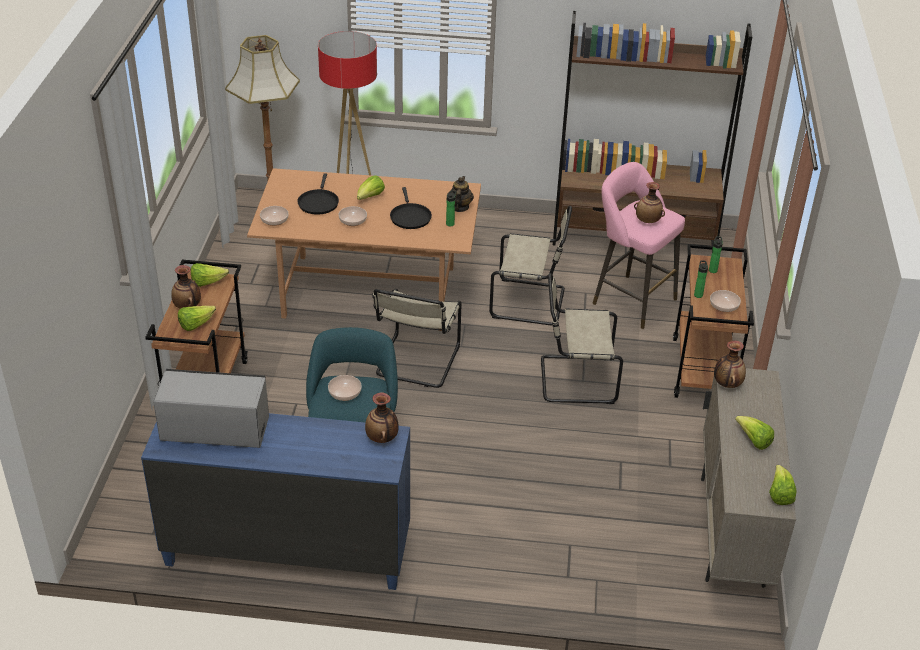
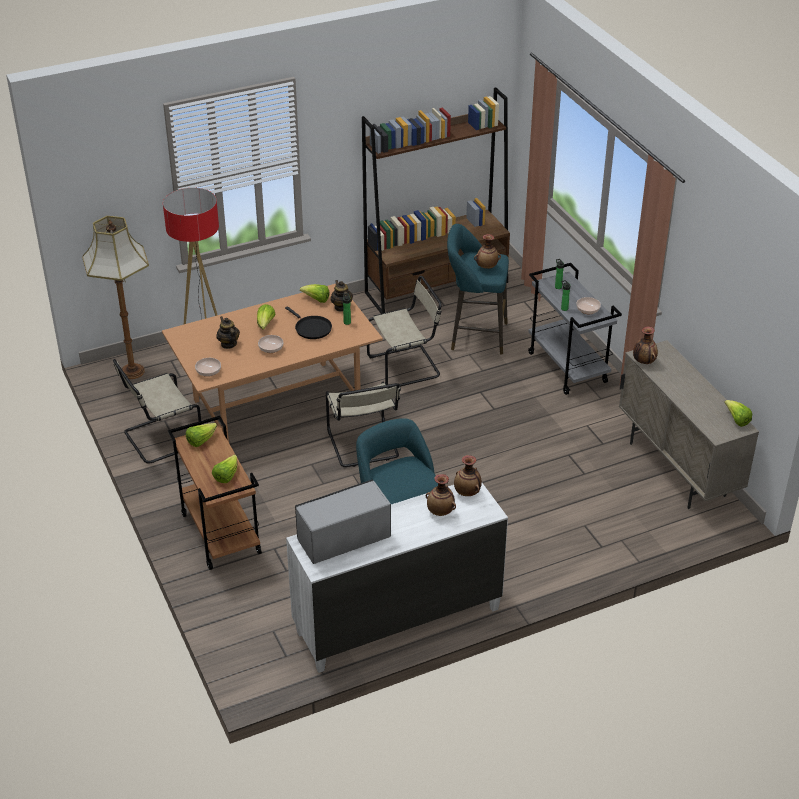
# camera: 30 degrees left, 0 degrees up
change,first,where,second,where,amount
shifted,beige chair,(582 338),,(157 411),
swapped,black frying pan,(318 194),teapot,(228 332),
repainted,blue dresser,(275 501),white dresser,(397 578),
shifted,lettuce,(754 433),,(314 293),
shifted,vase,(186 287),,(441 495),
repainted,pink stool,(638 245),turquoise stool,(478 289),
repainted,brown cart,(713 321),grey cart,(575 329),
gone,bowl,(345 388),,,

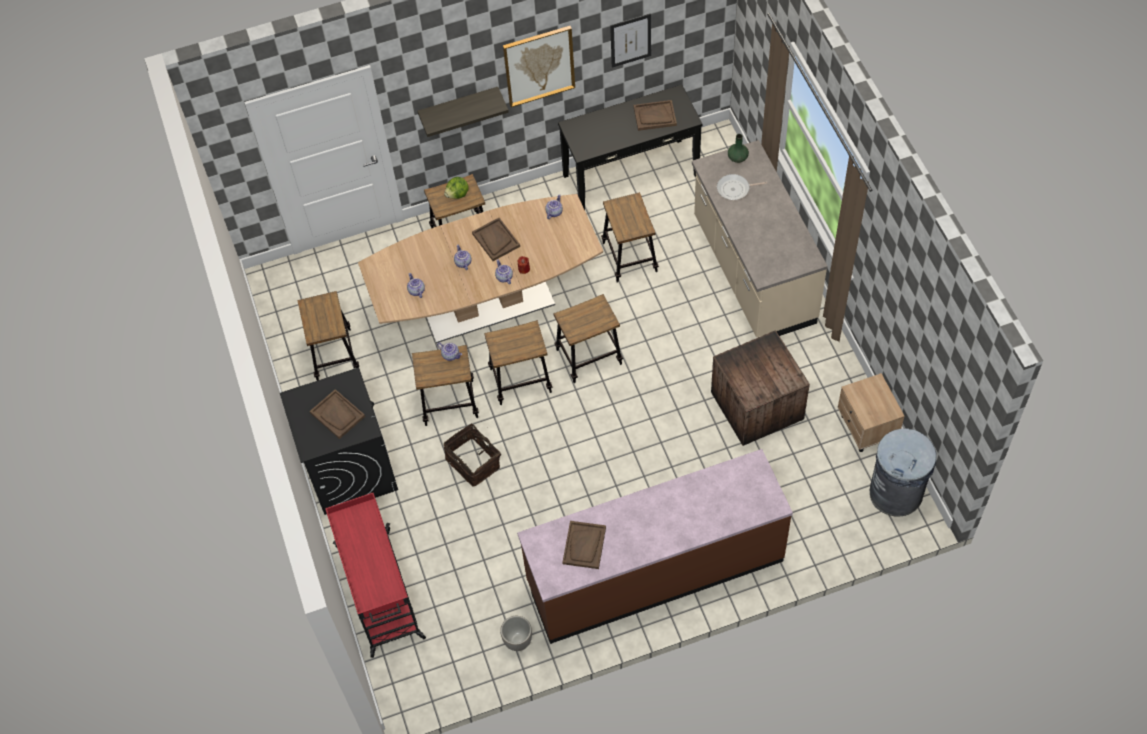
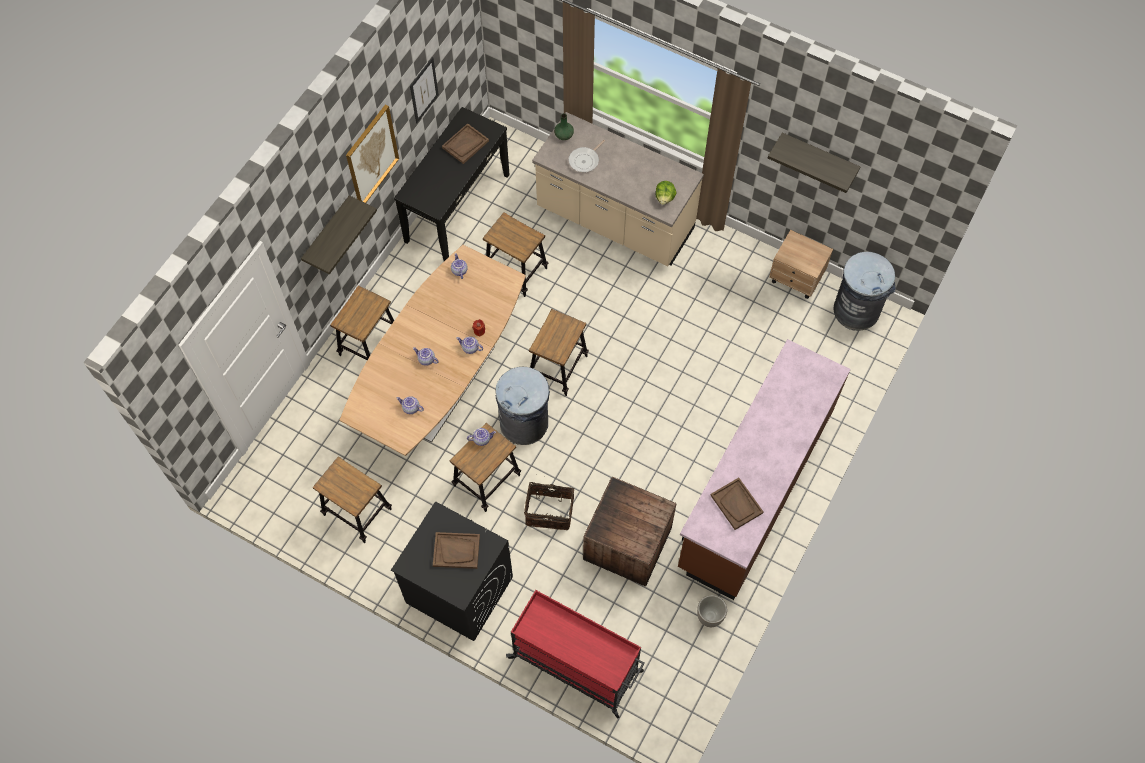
# camera: 45 degrees left, 5 degrees up
change,first,where,second,where,amount
swapped,stool,(518 362),grey trash can,(523 406),
shifted,crate,(760 388),,(629 531),
shifted,lettuce,(456 188),,(666 193),
new,,,shelf,(814 162),
gone,brown tray,(496 239),,,

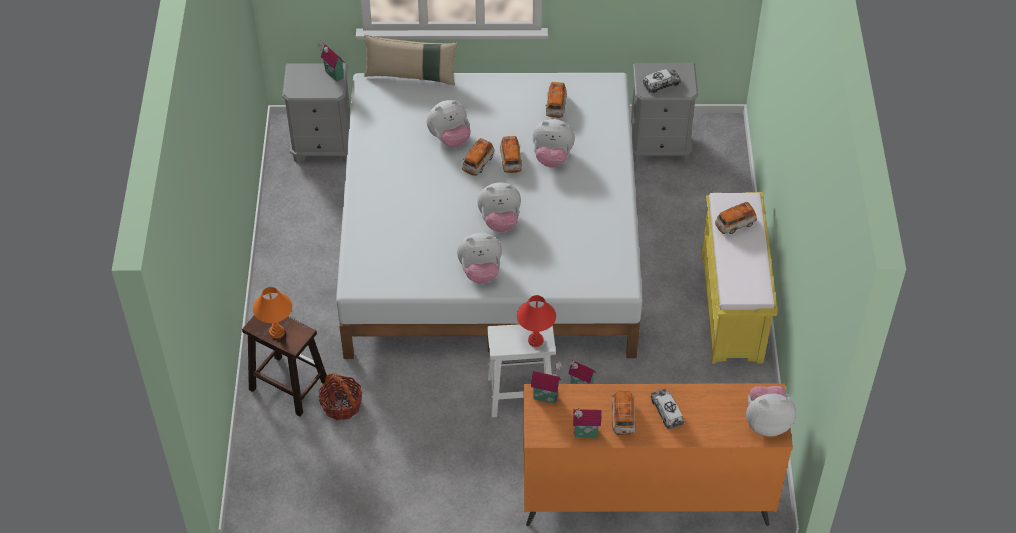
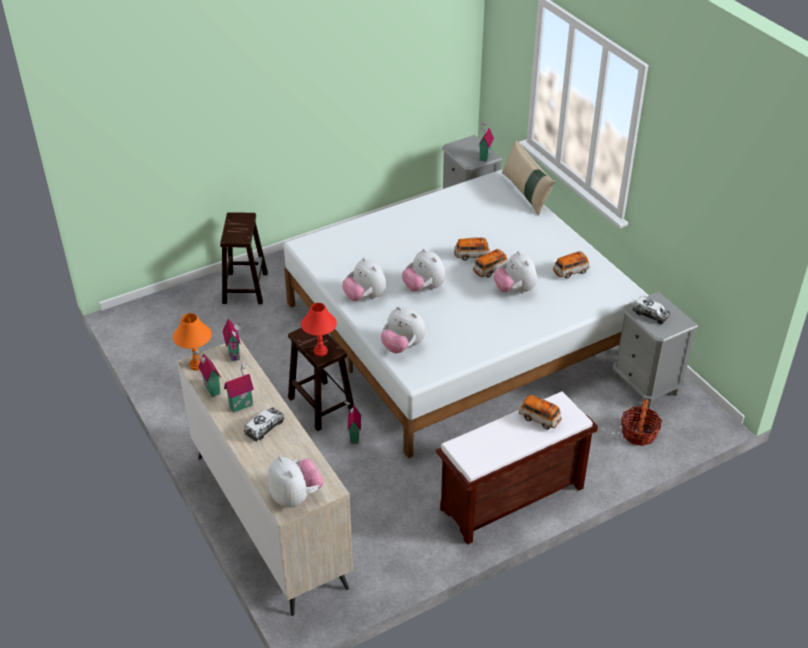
# camera: 60 degrees right, 10 degrees down
change,first,where,second,where,amount
shifted,orange table lamp,(272 313),,(192 342),
repainted,orange dresser,(658 454),beige dresser,(265 477),
swapped,toy car,(623 413),toy house,(239 387),
repainted,white stool,(521 370),brown stool,(321 379),
shifted,plush toy,(449 123),,(403 329),
repainted,yellow bench,(739 278),brown bench,(517 468),
shifted,basket,(340 396),,(641 422),

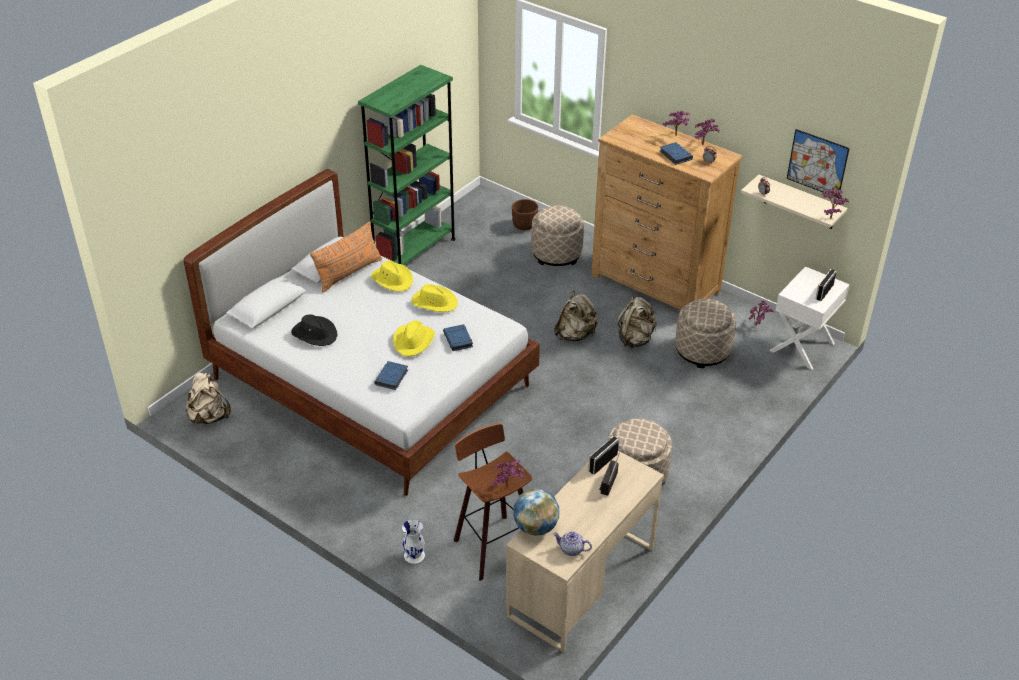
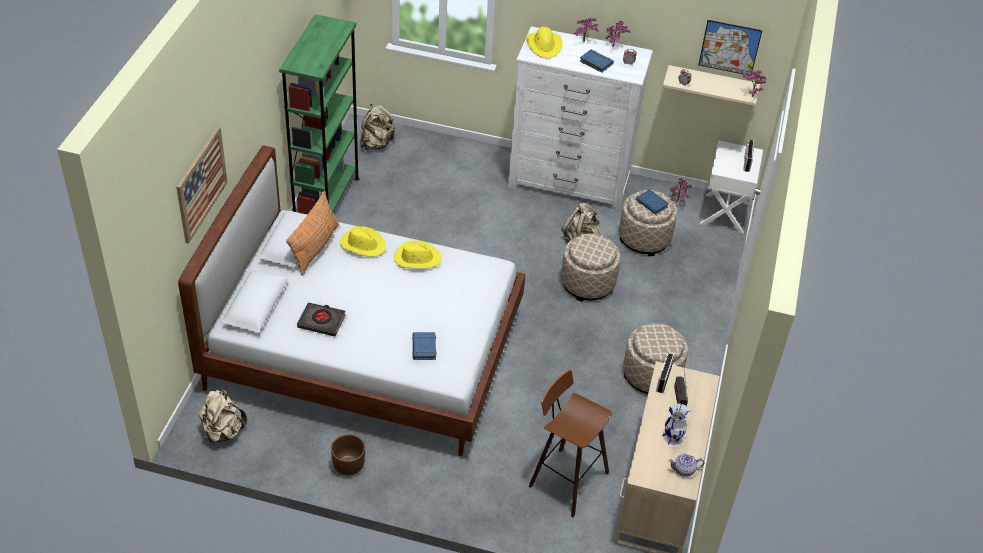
# camera: 25 degrees left, 5 degrees up
change,first,where,second,where,amount
new,,,picture,(202 185),
swapped,black hat,(314 330),black book,(321 319),
shifted,brown planter,(525 214),,(348 455),
shifted,beige backpack,(576 316),,(377 127),
repainted,brown dresser,(666 212),white dresser,(580 118),
shifted,yellow hat,(414 338),,(544 42),
shifted,beige ottoman,(557 235),,(591 267),
shifted,blue book,(458 337),,(652 202),
shifted,white vase,(413 542),,(676 425),
gone,potted plant,(508 474),,,
gone,globe,(536 512),,,

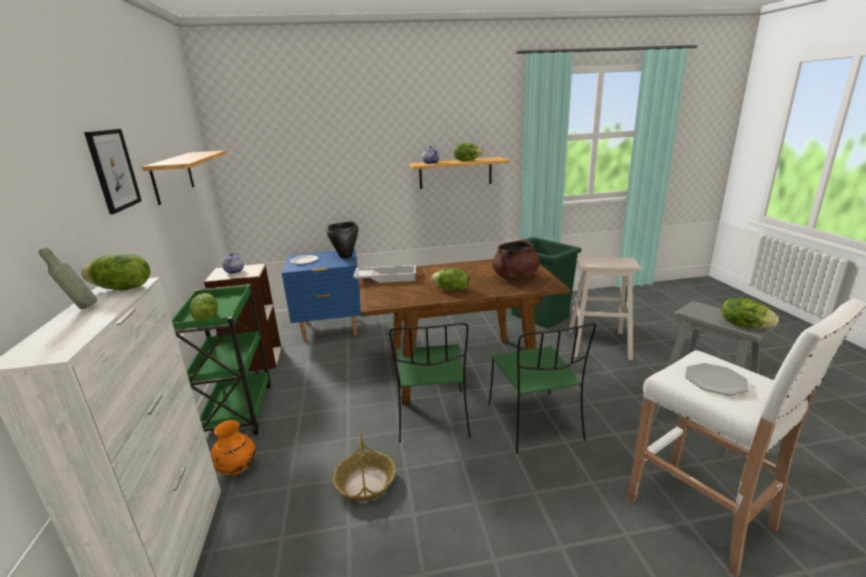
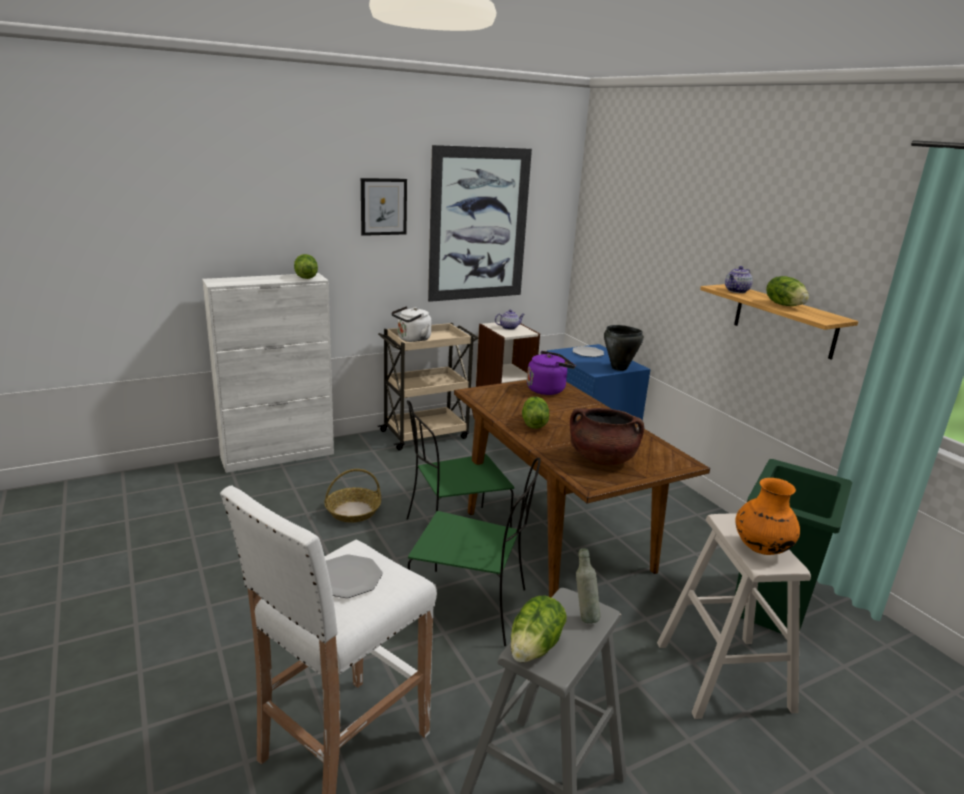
# camera: 70 degrees right, 0 degrees up
change,first,where,second,where,amount
repainted,green cart,(221 359),beige cart,(428 386),
swapped,lettuce,(204 306),white kettle,(411 324),
rotated,green chair,(542 388),,(474 552),135 degrees counterclockwise
swapped,shelf,(184 178),picture,(480 223),
swapped,white tray,(384 274),purple kettle,(551 373),
shifted,grey bottle,(68 278),,(588 585),
shifted,orange vase,(233 447),,(768 516),

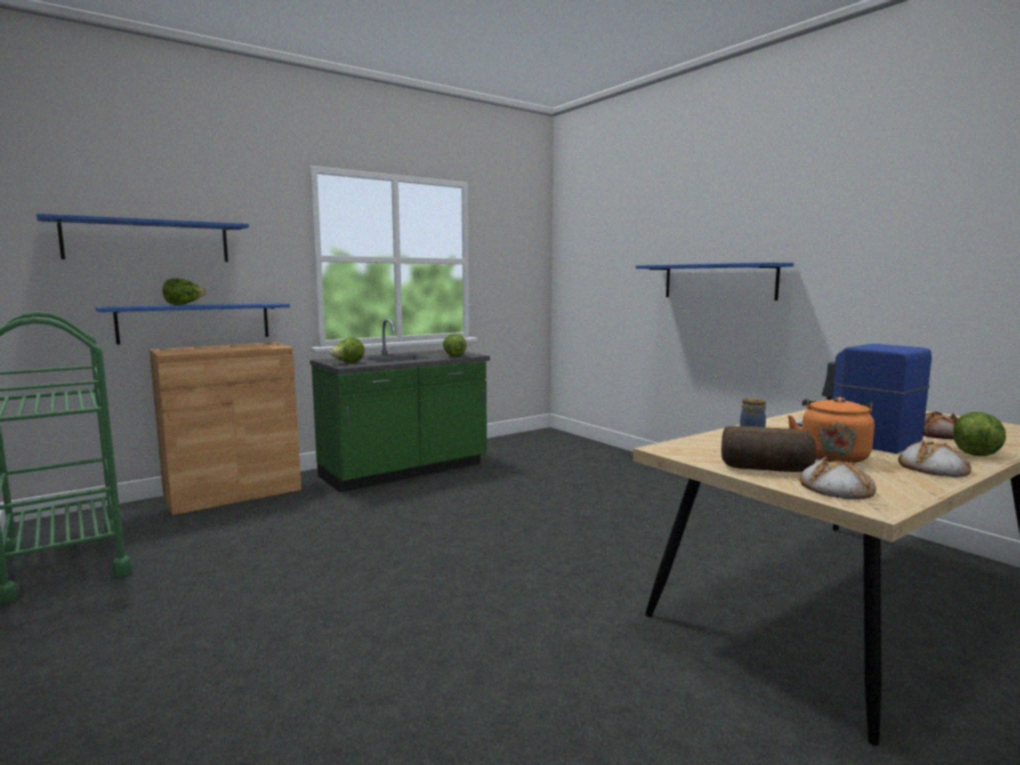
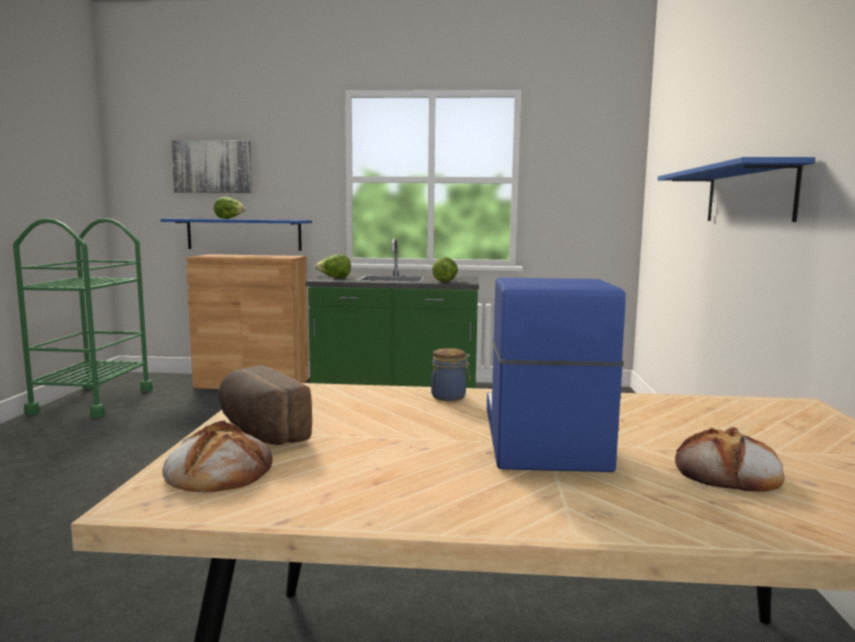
# camera: 40 degrees right, 0 degrees up
change,first,where,second,where,amount
swapped,blue shelf,(142 237),picture,(211 166),
gone,orange kettle,(830 430),,,
gone,bread,(934 458),,,
gone,lettuce,(979 434),,,

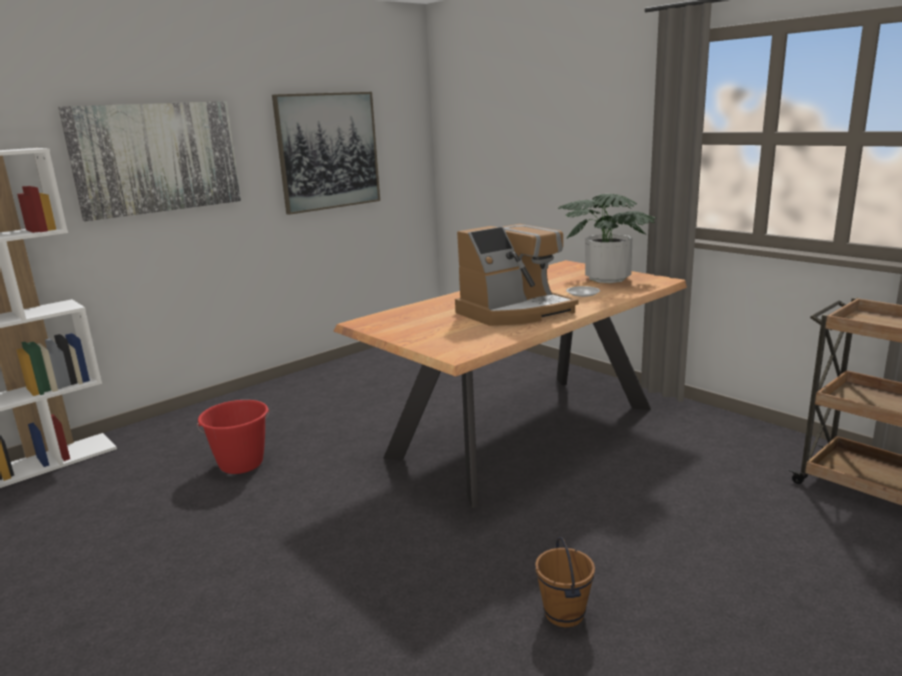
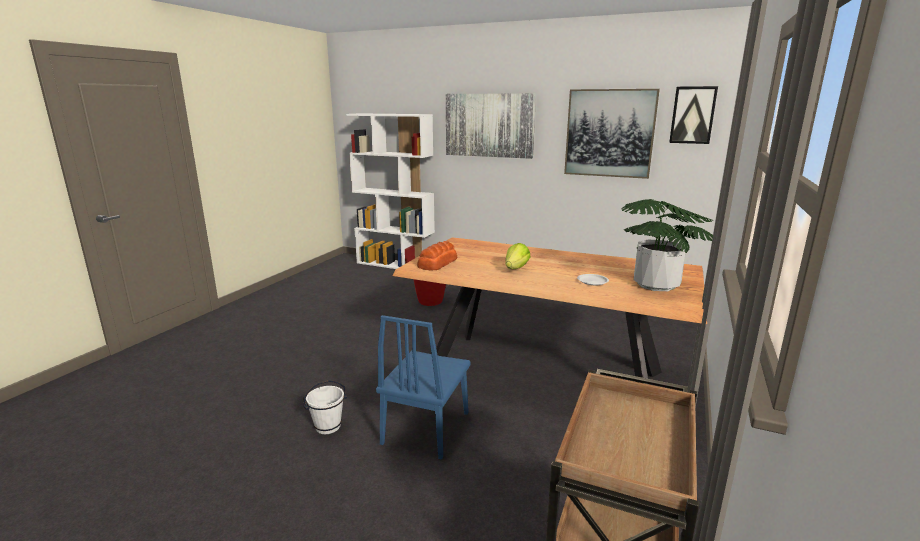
# camera: 65 degrees right, 0 degrees up
change,first,where,second,where,amount
repainted,brown bucket,(565 582),white bucket,(325 407),
new,,,blue chair,(423 387),
new,,,bread,(437 256),
swapped,coffee machine,(517 275),lettuce,(518 256),
new,,,picture,(693 115),

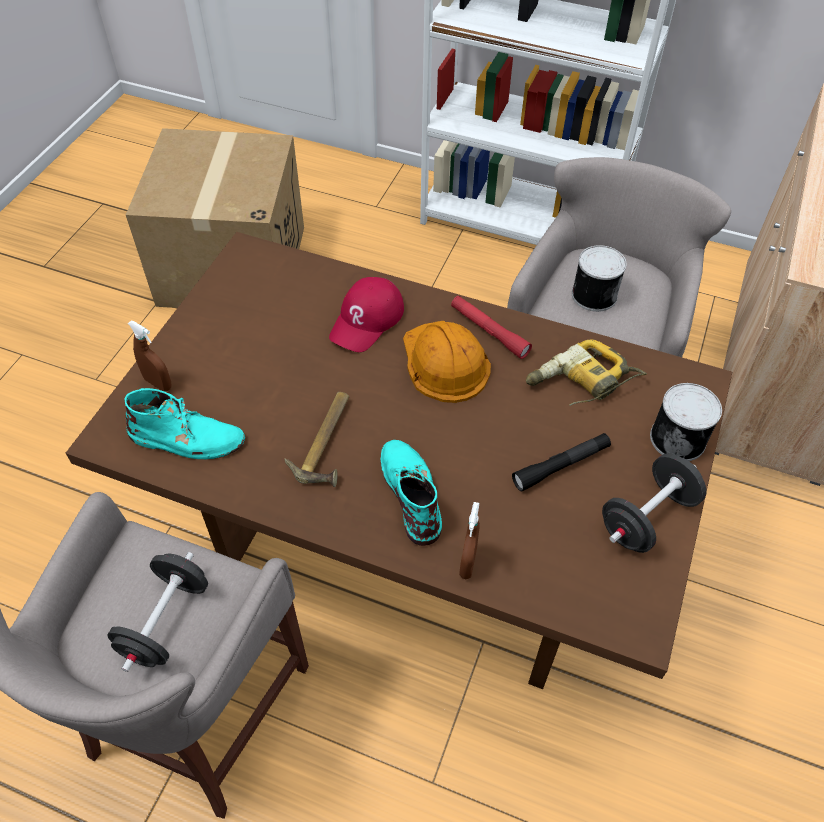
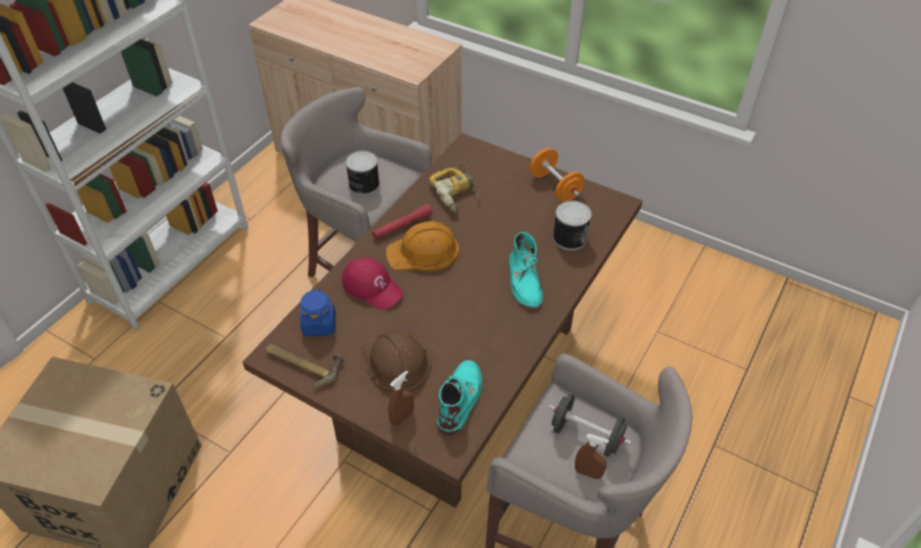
# camera: 80 degrees left, 5 degrees down
change,first,where,second,where,amount
shifted,hammer,(317 439),,(305 366),
new,,,blue jar,(318 312),
new,,,brown hard hat,(396 360),
rotated,turquoise boot,(411 493),,(526 270),90 degrees counterclockwise
repainted,black dumbbell,(654 503),orange dumbbell,(556 175),
shifted,can,(686 422),,(572 225),
shifted,brown spray bottle,(469 540),,(592 456),
gone,black flashlight,(561 462),,,

